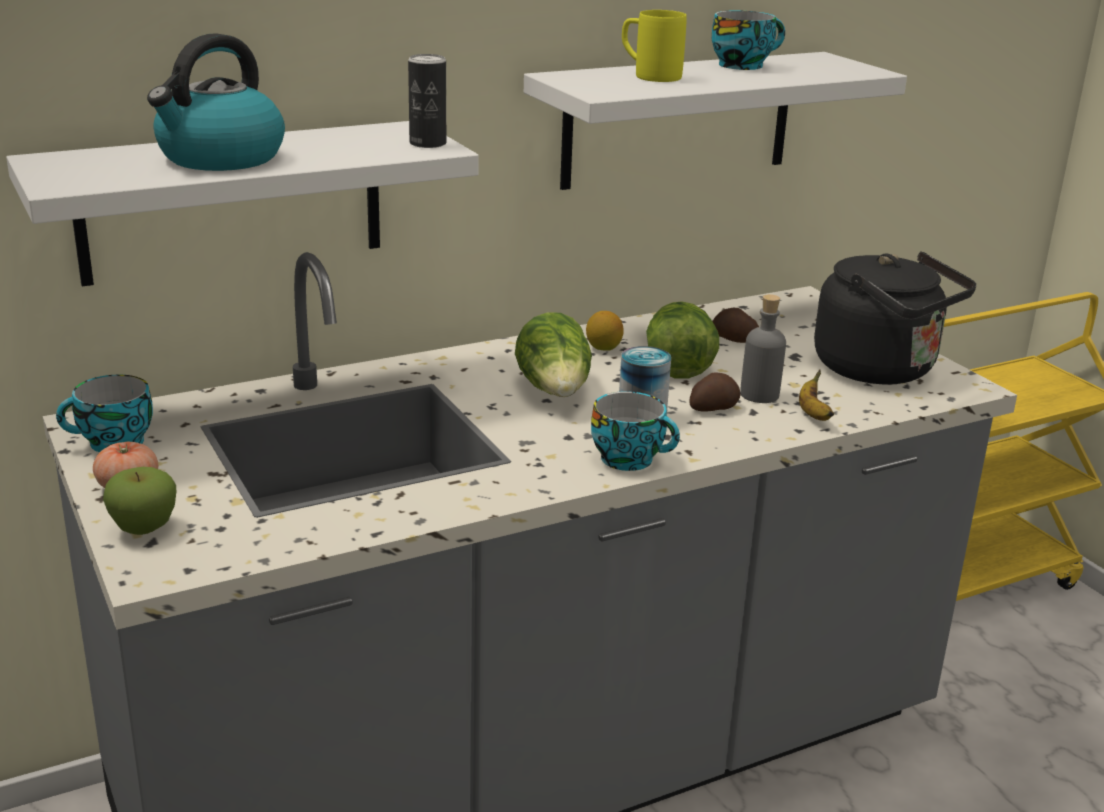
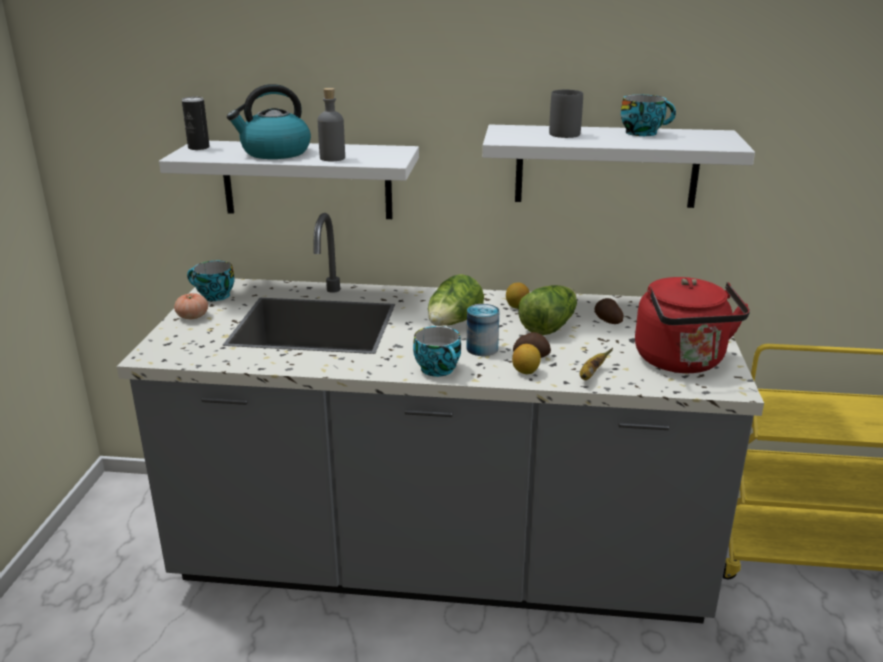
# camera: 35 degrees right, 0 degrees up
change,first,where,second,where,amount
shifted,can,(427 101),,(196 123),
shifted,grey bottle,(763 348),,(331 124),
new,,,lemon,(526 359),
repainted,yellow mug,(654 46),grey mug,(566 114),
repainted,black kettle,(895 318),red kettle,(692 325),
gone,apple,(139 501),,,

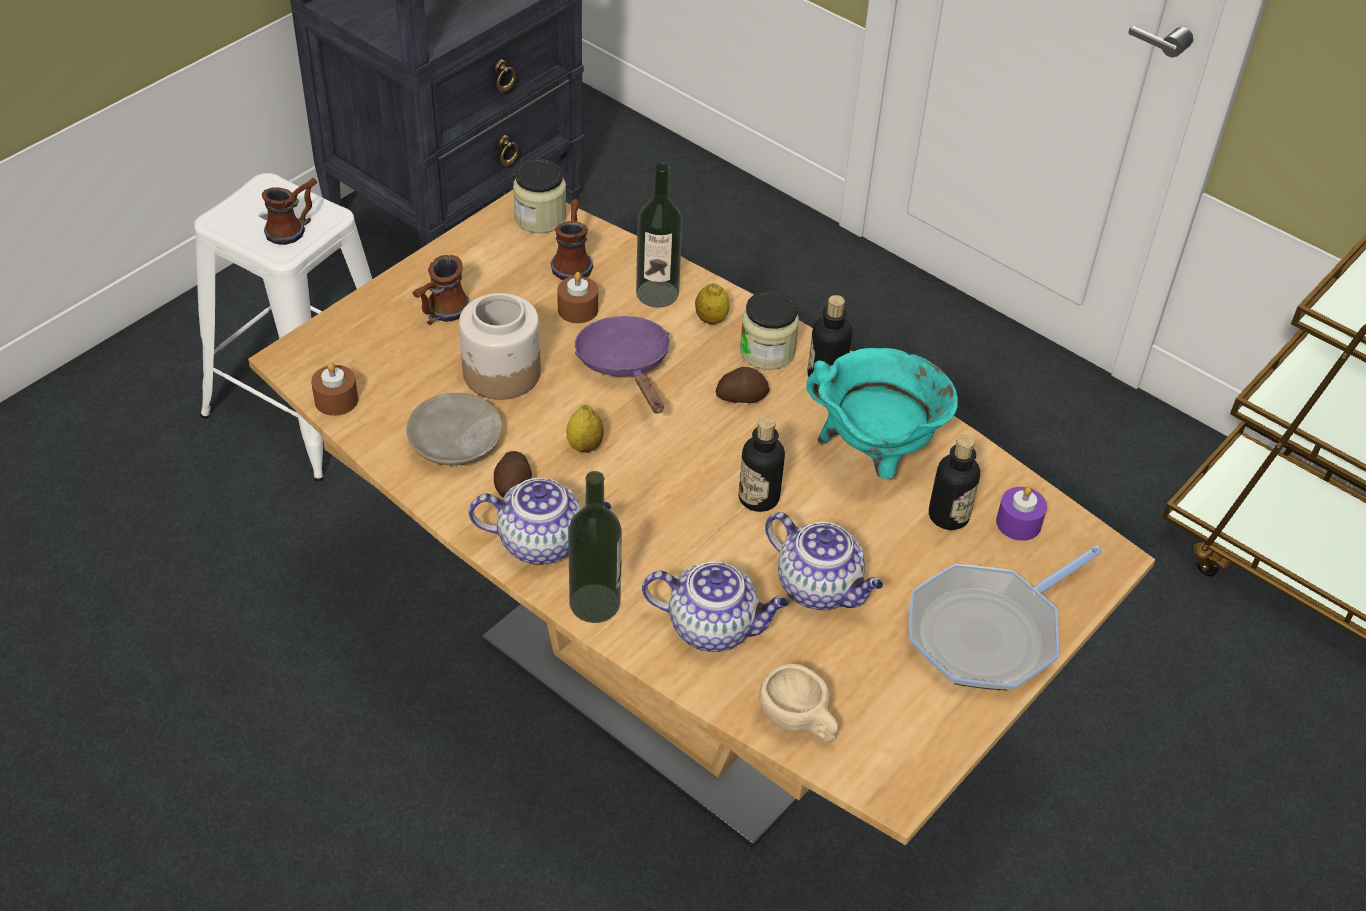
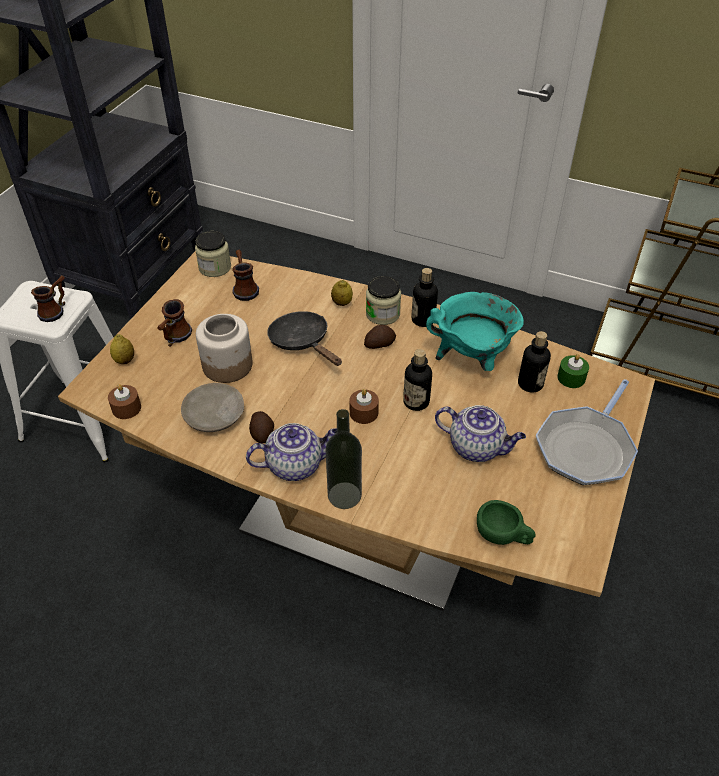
# camera: 15 degrees left, 0 degrees up
change,first,where,second,where,amount
shifted,lemon,(585 428),,(122 349),
repainted,purple frying pan,(622 364),black frying pan,(304 338),
shifted,brown candle,(577 297),,(364 406),
repainted,beige cup,(799 702),green cup,(506 522),
repainted,purple candle,(1021 513),green candle,(573 371),
gone,bottle,(659 235),,,
gone,teapot,(715 606),,,

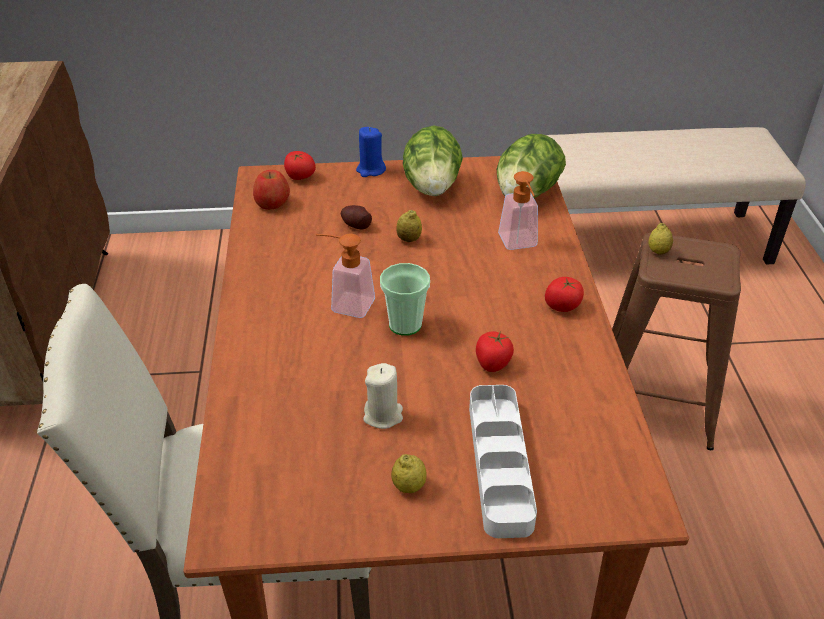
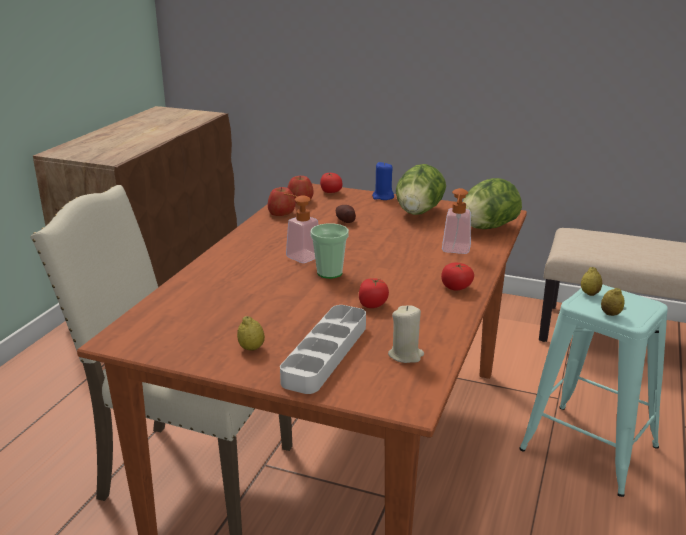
# camera: 25 degrees right, 15 degrees down
change,first,where,second,where,amount
new,,,apple,(282 201),
shifted,beige candle,(383 396),,(406 334),
repainted,brown stool,(676 341),turquoise stool,(593 390),
shifted,lemon,(409 226),,(612 301),

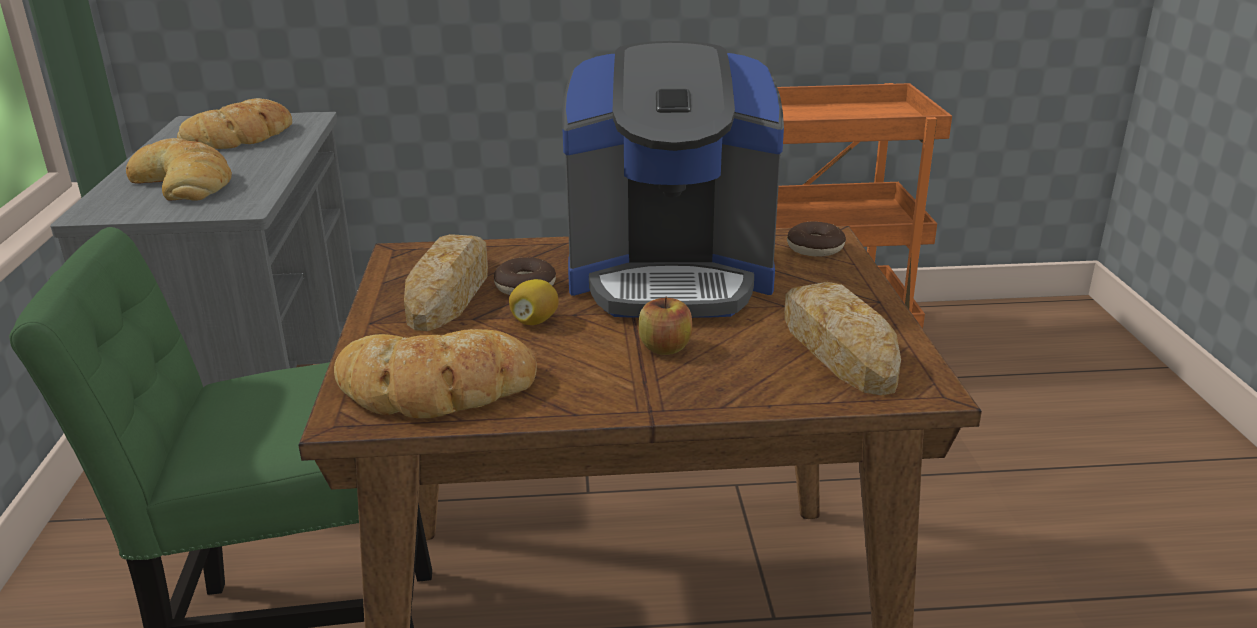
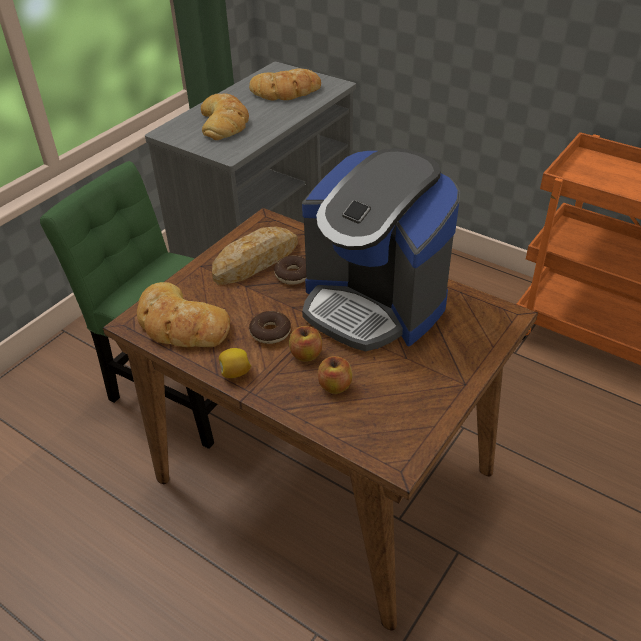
# camera: 40 degrees right, 15 degrees up
change,first,where,second,where,amount
shifted,lemon,(534 302),,(235 363),
shifted,donut,(816 238),,(270 327),
new,,,apple,(335 375),
gone,bread,(843 339),,,

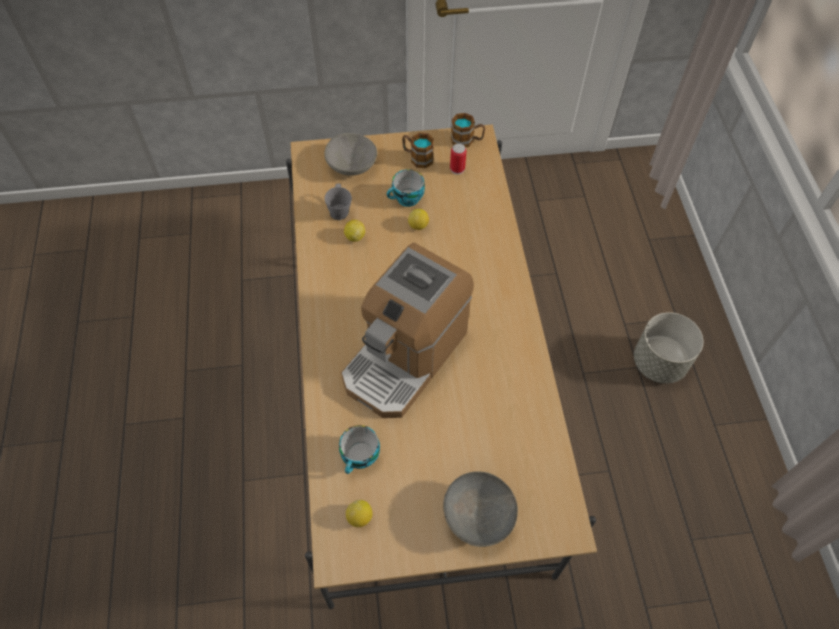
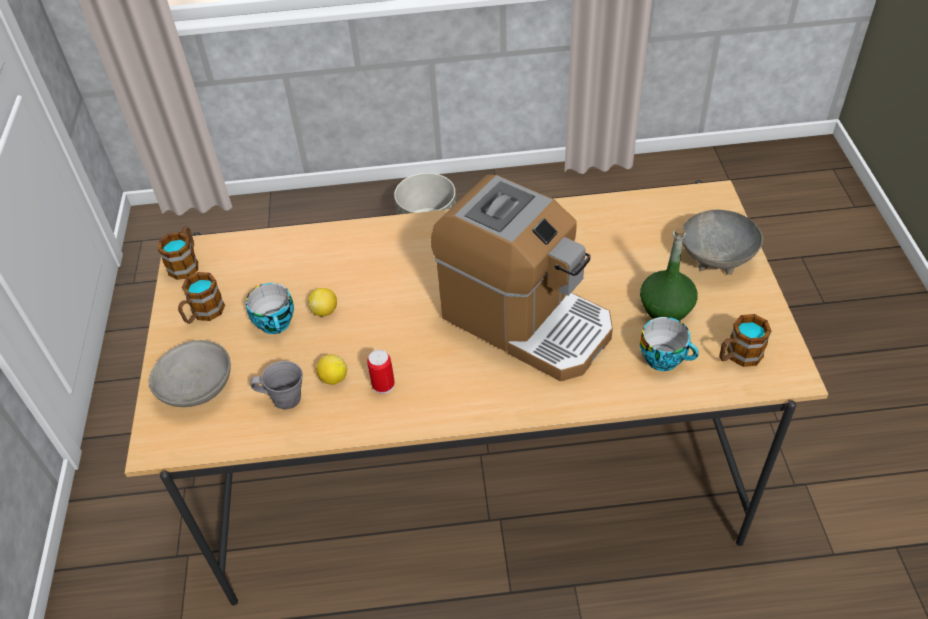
# camera: 85 degrees left, 10 degrees down
change,first,where,second,where,amount
shifted,can,(458 158),,(381 372),
new,,,green bottle,(669 274),
swapped,lemon,(359 513),mug,(745 340),

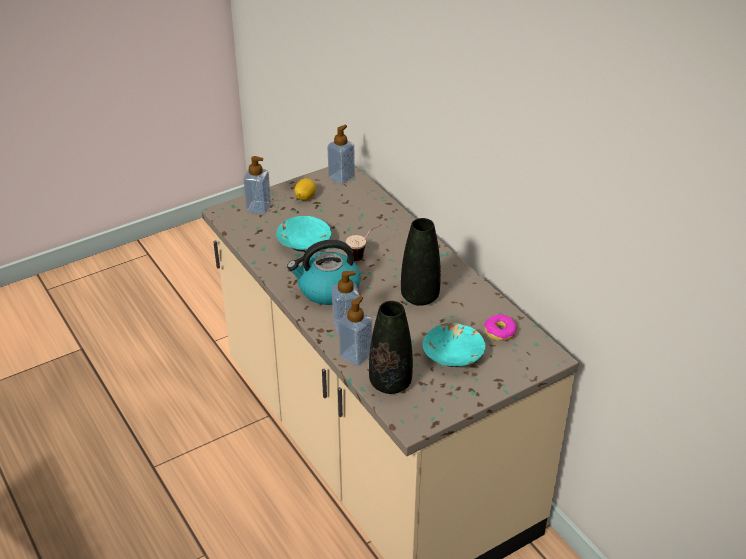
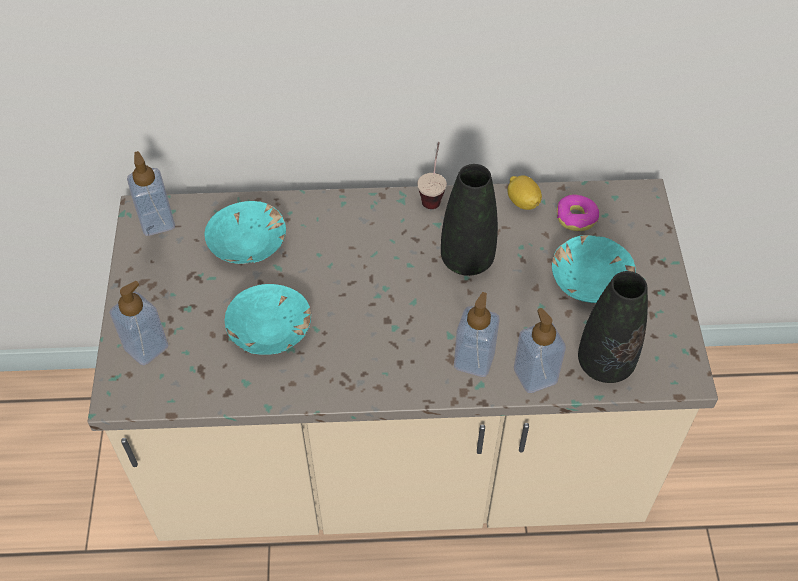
# camera: 60 degrees left, 15 degrees up
change,first,where,second,where,amount
new,,,turquoise bowl,(245 232),
shifted,cup,(364 242),,(432 175),
shifted,lemon,(305 189),,(524 192),
gone,kettle,(324 272),,,

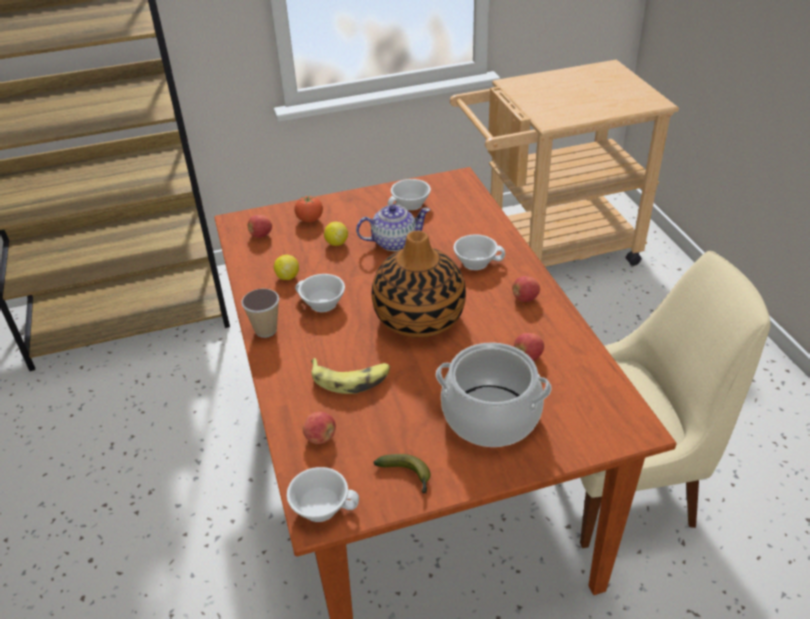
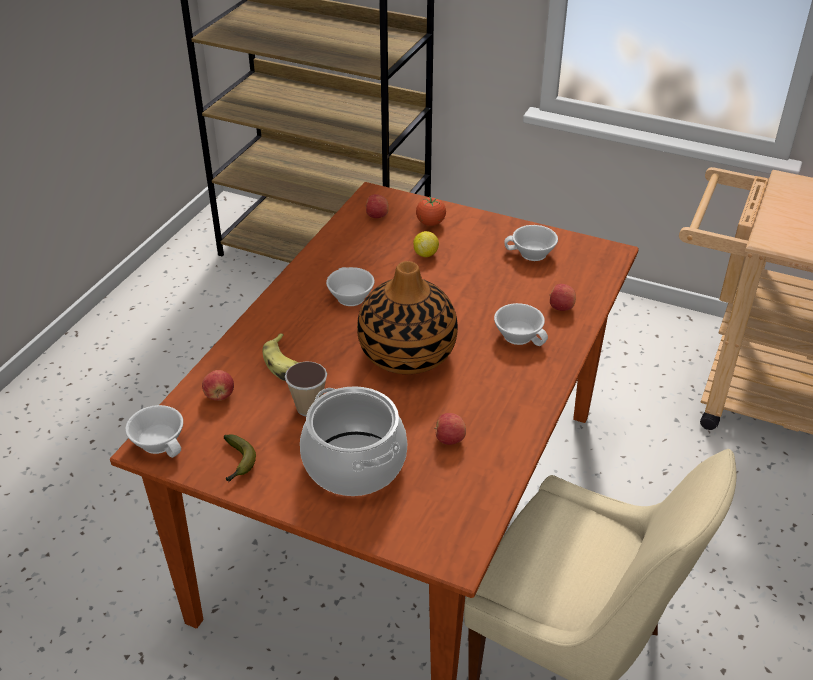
# camera: 40 degrees right, 0 degrees up
change,first,where,second,where,amount
shifted,cup,(260 313),,(306 388),
shifted,apple,(526 289),,(563 297),
gone,lemon,(286 267),,,
gone,teapot,(393 227),,,

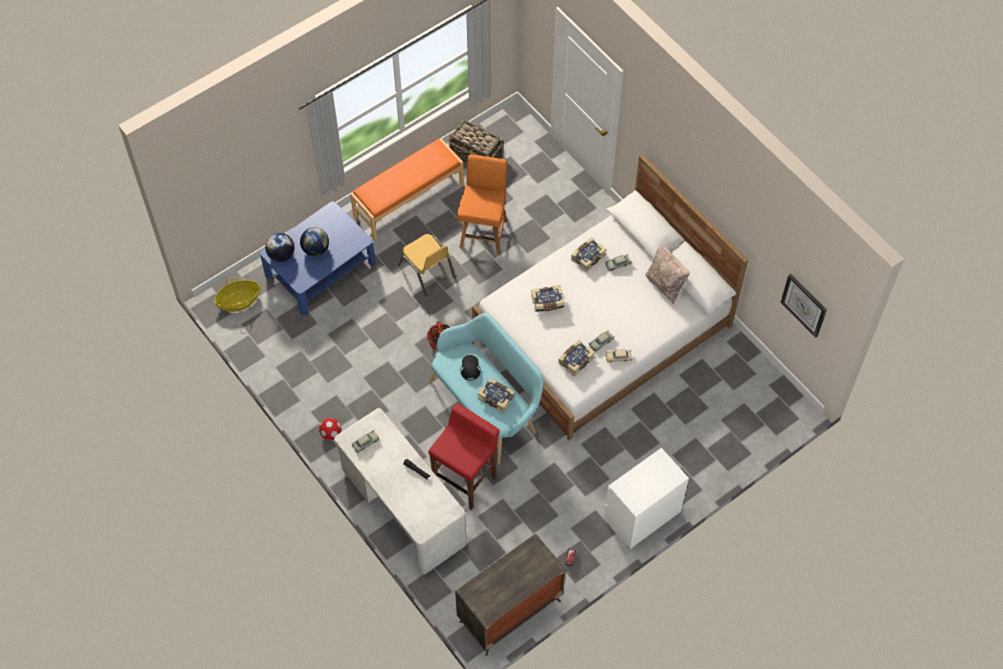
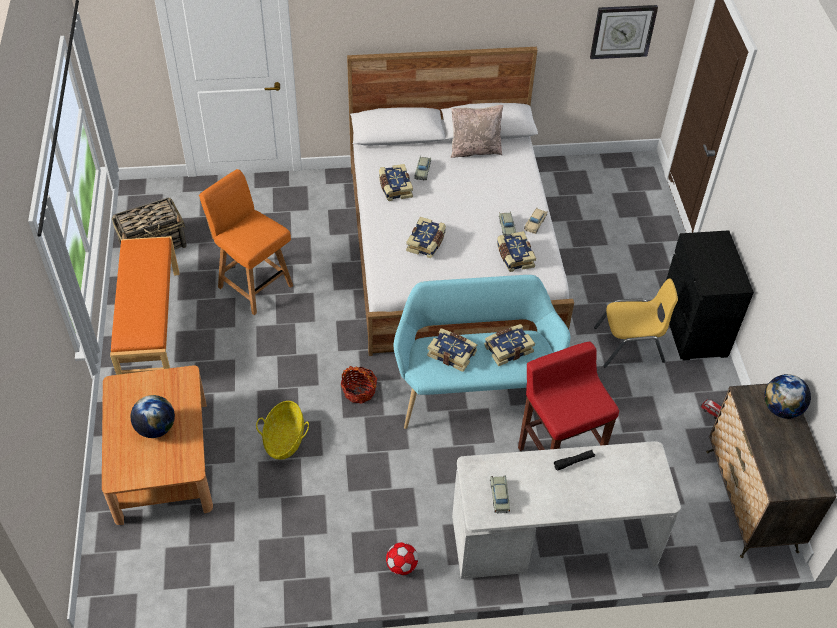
# camera: 60 degrees left, 10 degrees down
change,first,where,second,where,amount
repainted,blue coffee table,(318 258),brown coffee table,(157 445),
shifted,basket,(237 294),,(282 430),
swapped,black cap,(470 368),book,(452 350),
shifted,yellow chair,(427 265),,(636 323),
repainted,white dresser,(646 498),black dresser,(710 295),
shifted,globe,(280 247),,(787 396),

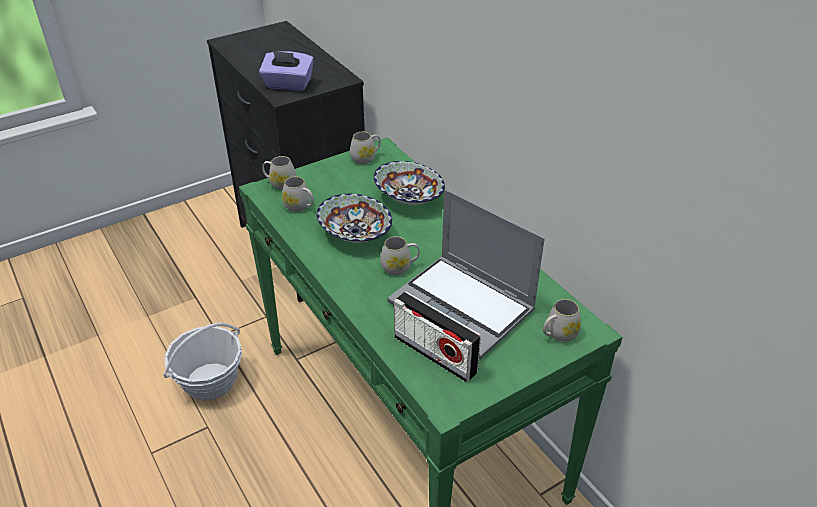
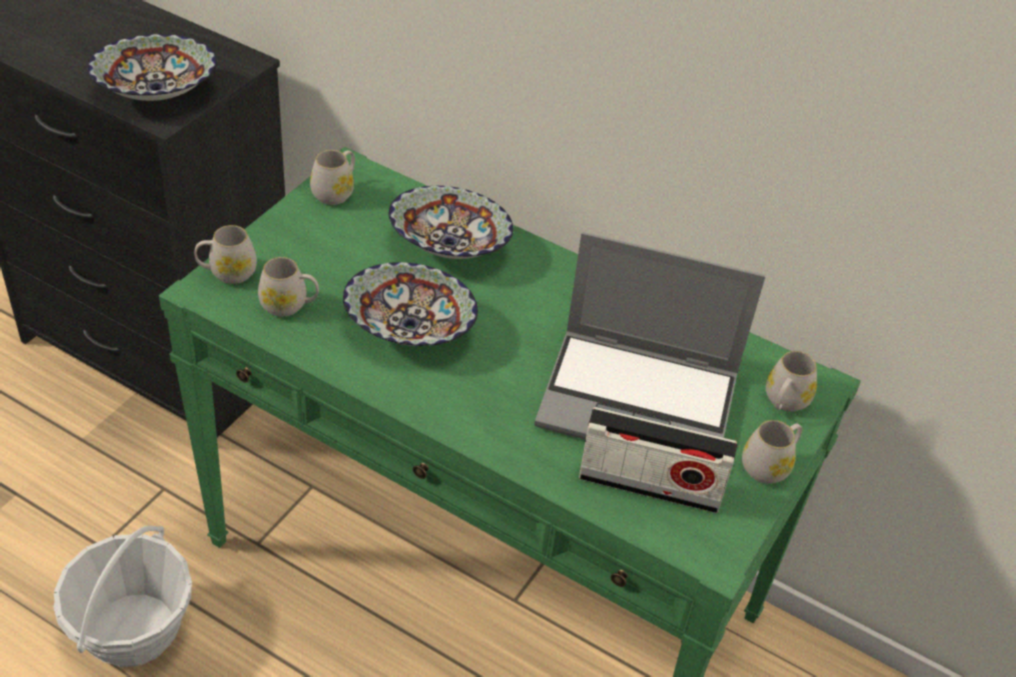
# camera: 30 degrees left, 5 degrees up
change,first,where,second,where,amount
swapped,purple tissue box,(286 71),bowl,(152 67),
shifted,white mug,(400 255),,(772 452),

